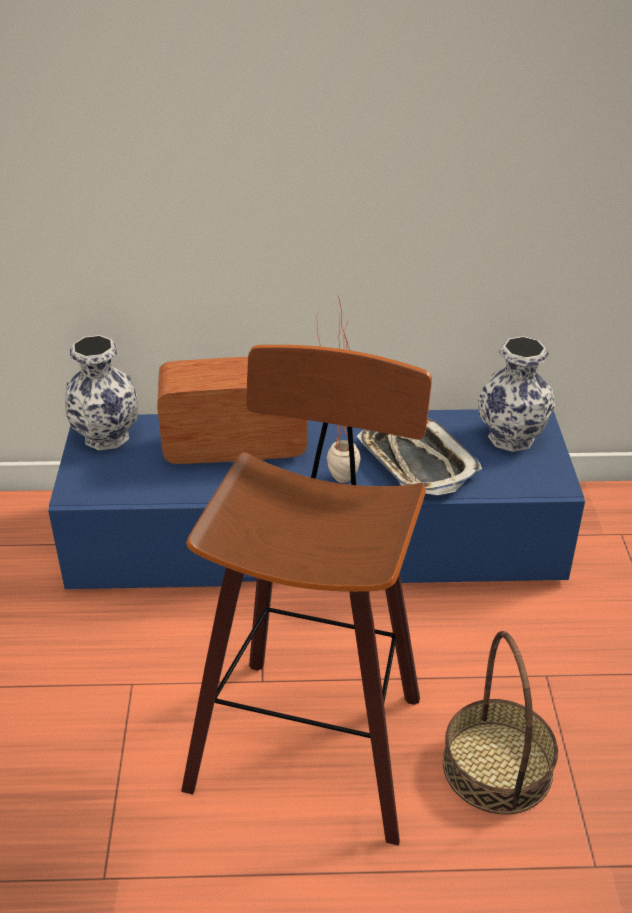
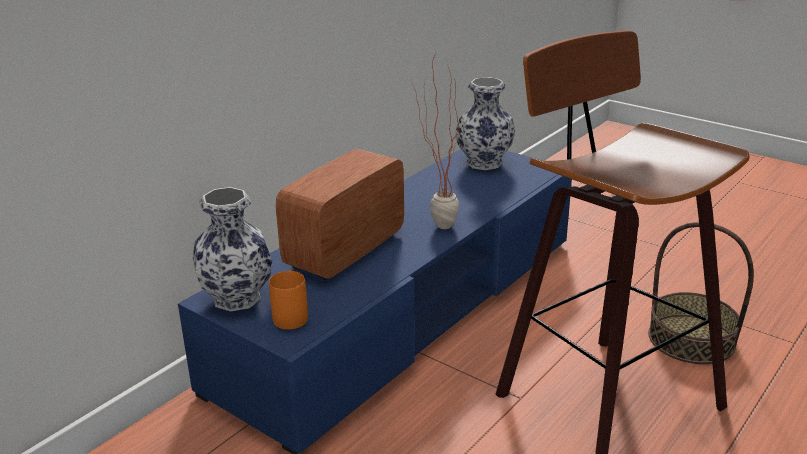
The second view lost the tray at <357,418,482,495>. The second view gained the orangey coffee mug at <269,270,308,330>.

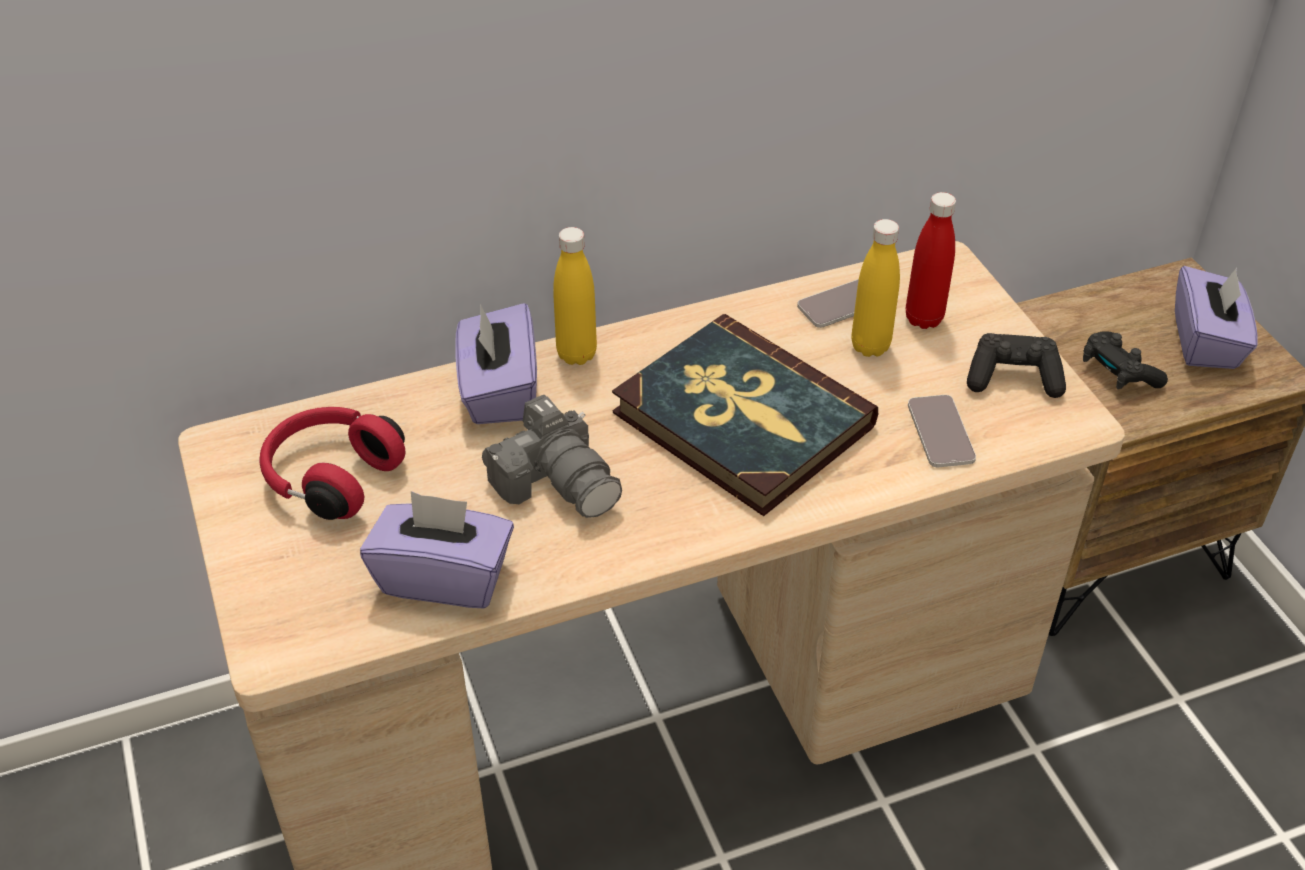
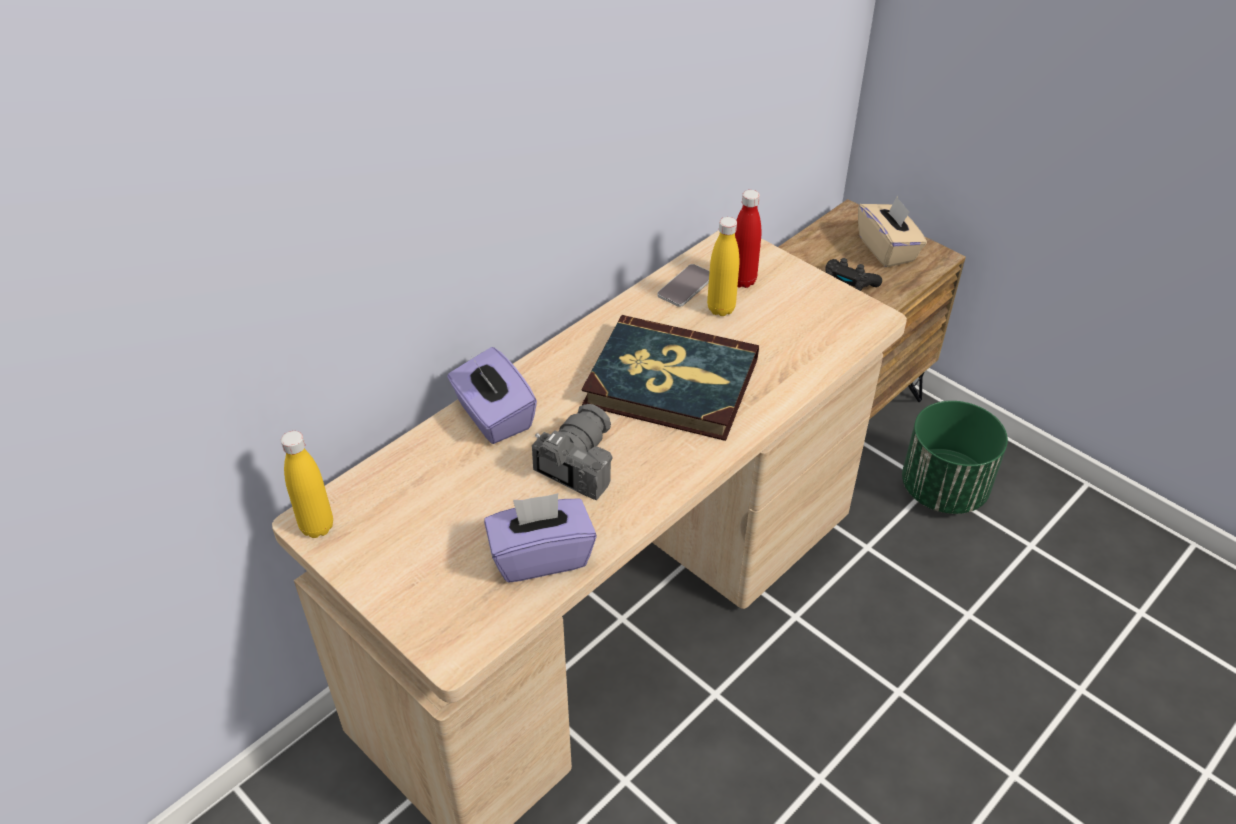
The second view lost the reddish pair of headphones at <259,407,405,520>. The second view lost the telephone at <908,395,976,467>. The second view lost the black joypad at <967,333,1066,398>. The second view gained the green-coloured planter at <902,401,1008,514>. The yellow drink bottle ended up elsewhere, having gone from <553,227,597,365> to <281,431,333,538>. What was the purple tissue box at <1175,266,1257,369> turned into the sand-coloured tissue box at <858,196,927,267>. The photo camera at <482,395,622,518> ended up facing another way, 90 degrees counterclockwise from before.

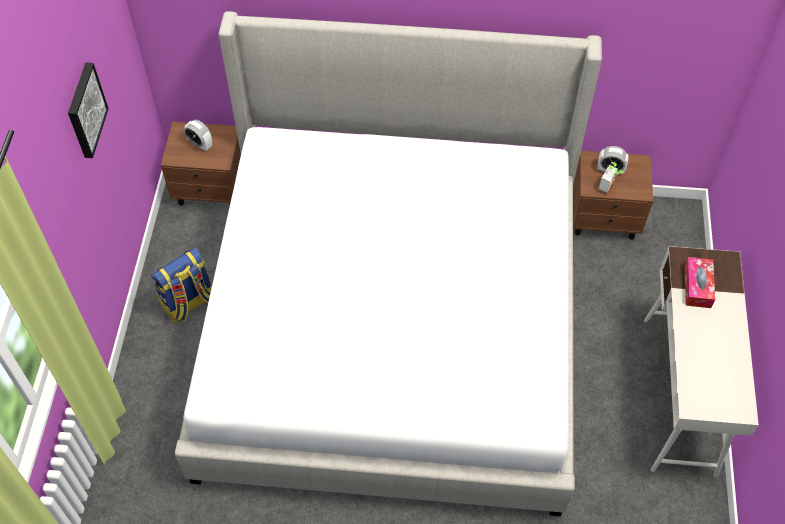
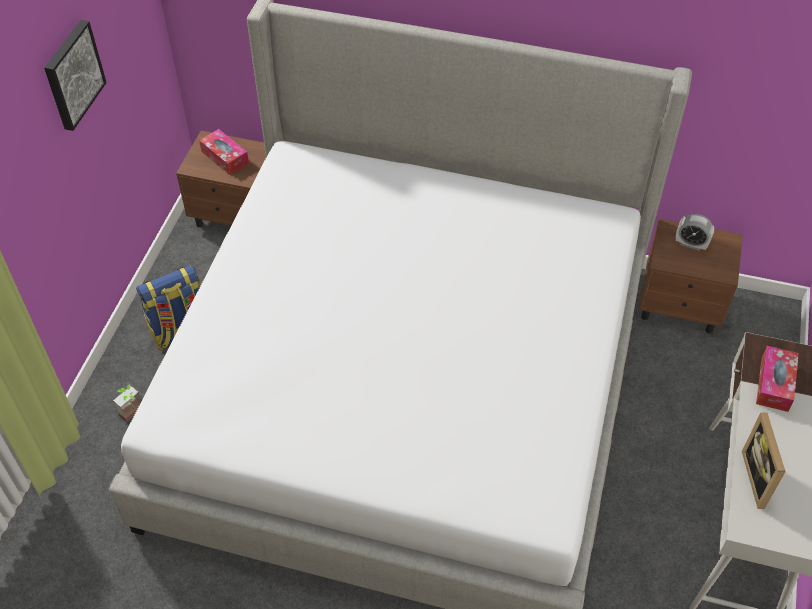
The second view gained the standing frame at <742,412,786,509>. The potted plant ended up elsewhere, having gone from <598,162,623,196> to <113,384,142,422>. Where the table clock stood at <184,120,212,151>, the tissue box came to stand at <199,129,249,175>.

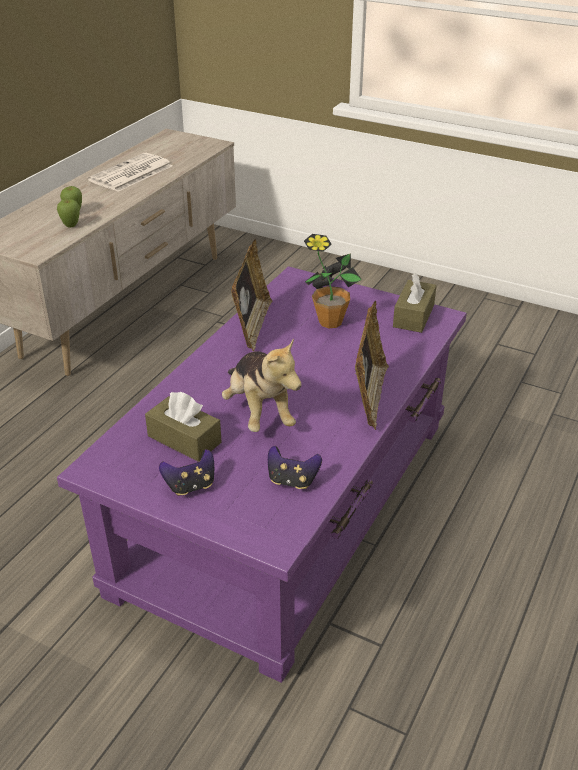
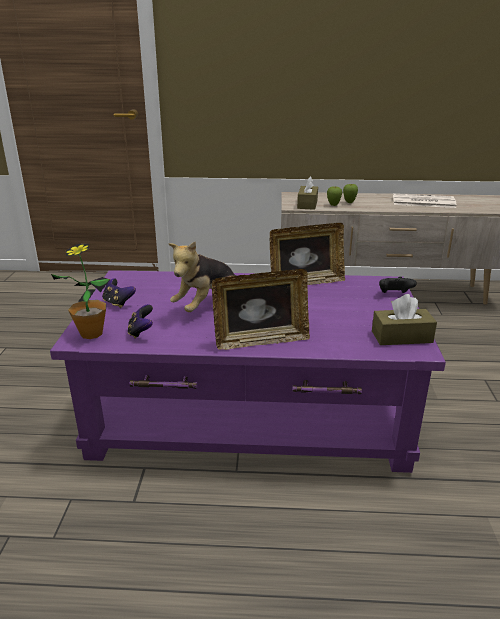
The brown tissue box ended up elsewhere, having gone from <145,392,222,462> to <297,176,318,210>. The potted plant ended up elsewhere, having gone from <304,234,362,328> to <51,243,110,339>.

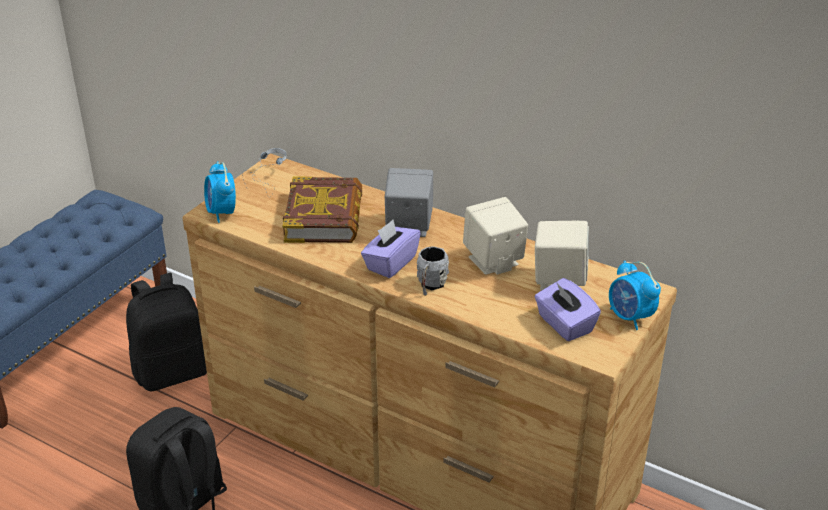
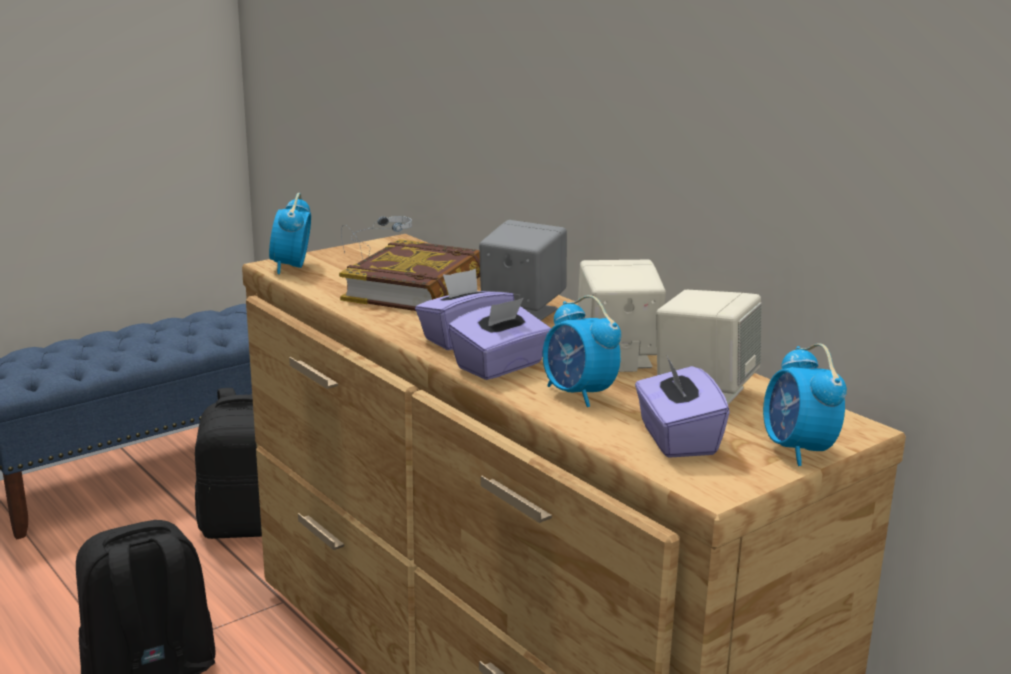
The second view gained the table clock at <543,295,621,407>. Where the grey coffee mug stood at <417,246,449,296>, the purple tissue box came to stand at <448,298,551,380>.

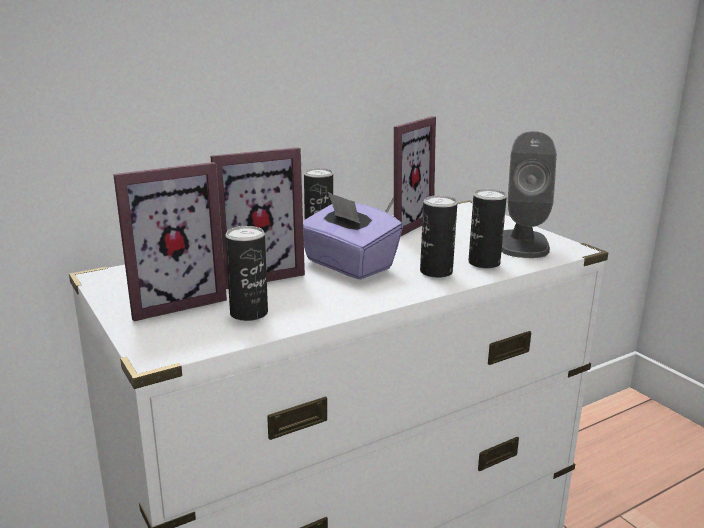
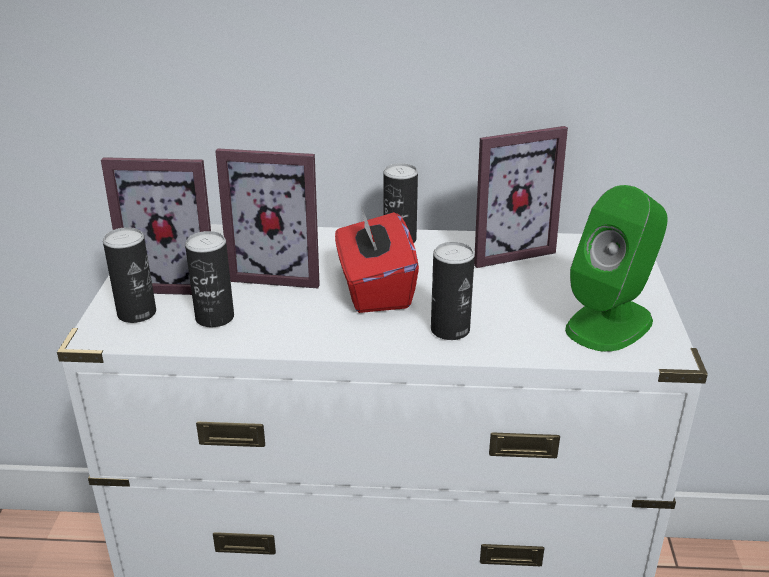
The metal can ended up elsewhere, having gone from <468,189,507,269> to <103,227,156,323>. What was the purple tissue box at <303,192,403,280> turned into the reddish tissue box at <335,205,419,313>. What was the grey speaker at <501,131,557,258> turned into the green-coloured speaker at <565,185,668,352>.

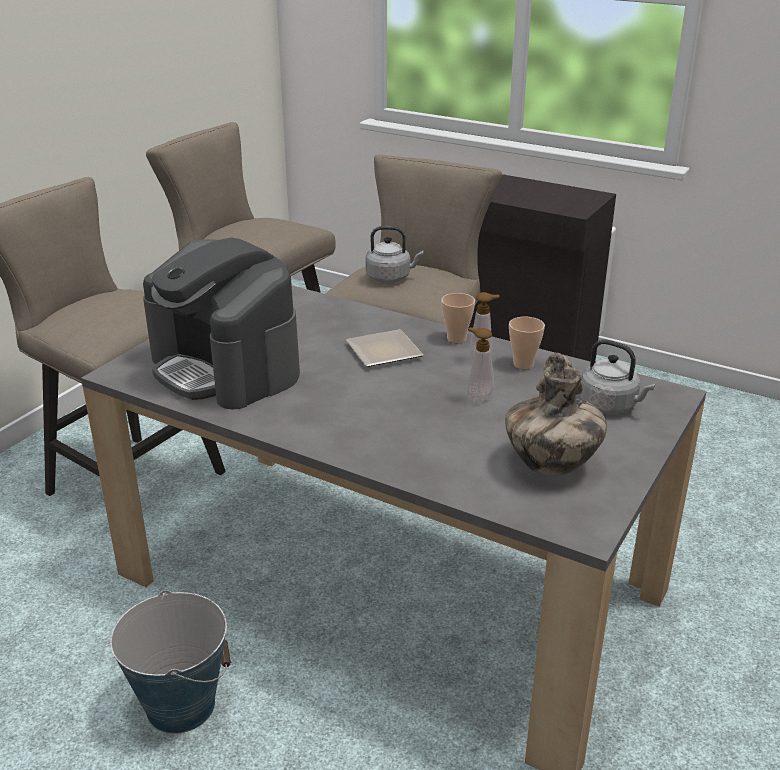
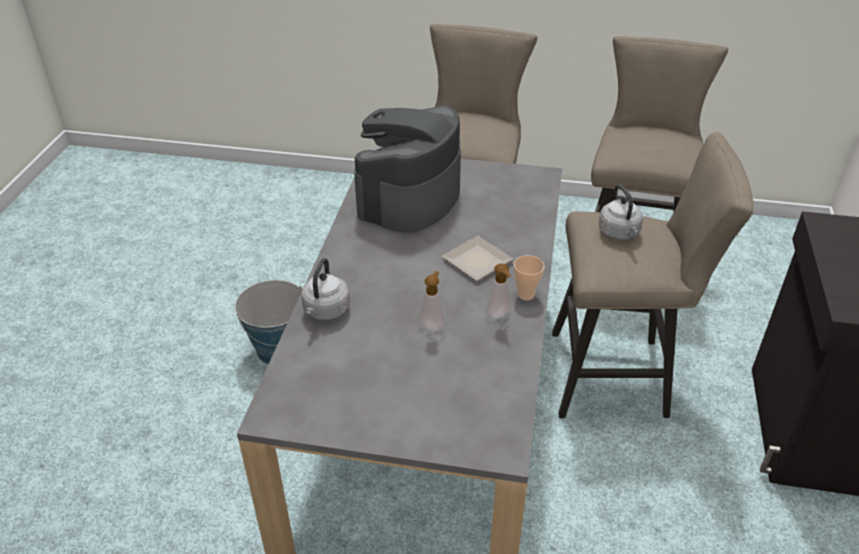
The second view lost the decorative vase at <505,353,607,475>. The second view lost the small cup at <509,317,545,369>. The grey water kettle ended up elsewhere, having gone from <580,339,655,414> to <301,258,350,321>.

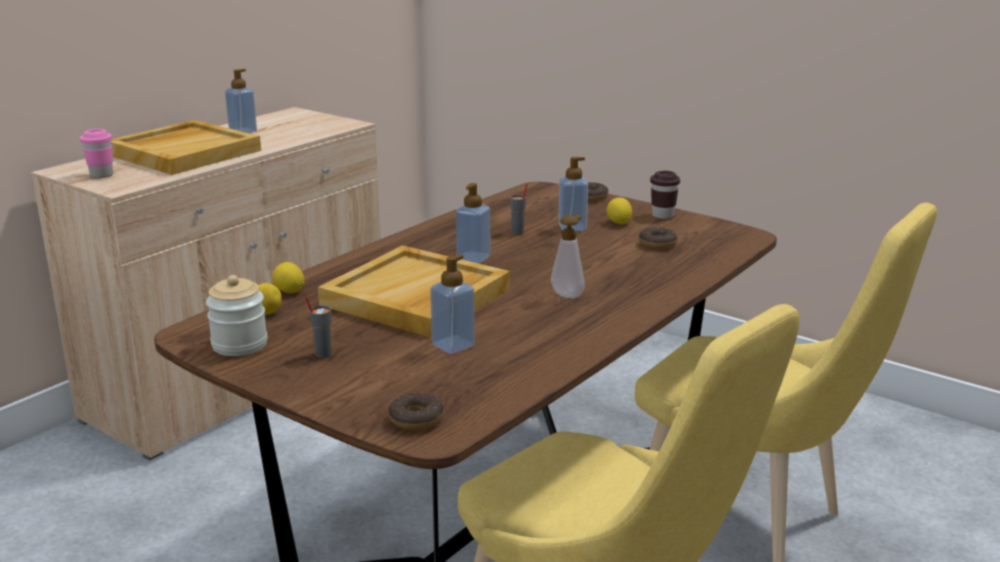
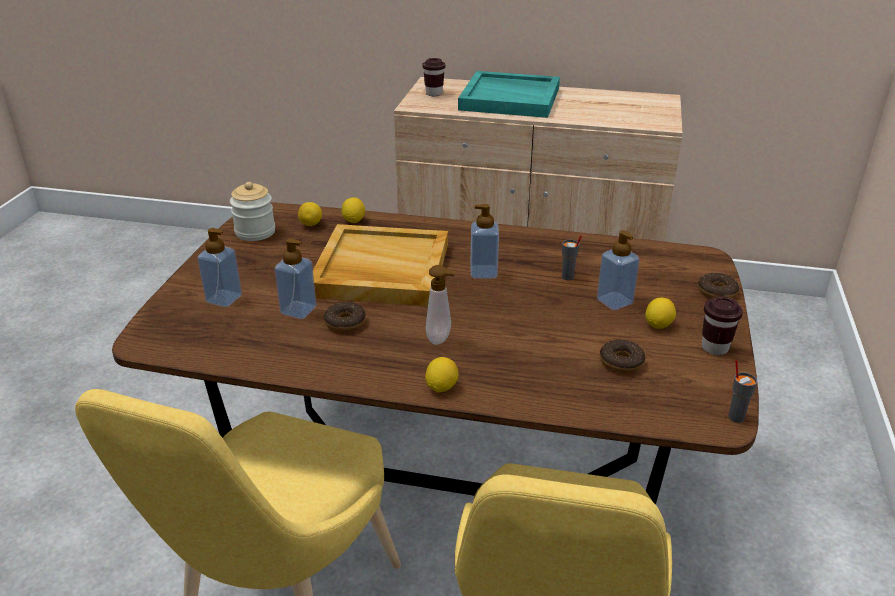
The second view gained the lemon at <425,357,458,393>. The soap dispenser ended up elsewhere, having gone from <225,69,257,133> to <197,228,242,307>. The grey small cup ended up elsewhere, having gone from <305,297,332,358> to <728,360,757,423>. The ring doughnut ended up elsewhere, having gone from <388,392,443,431> to <324,302,366,332>. What was the pinkish small cup at <80,129,113,178> turned into the brown small cup at <422,58,445,96>. What was the sand-coloured tray at <111,120,261,175> turned into the blue-green tray at <458,71,560,118>.

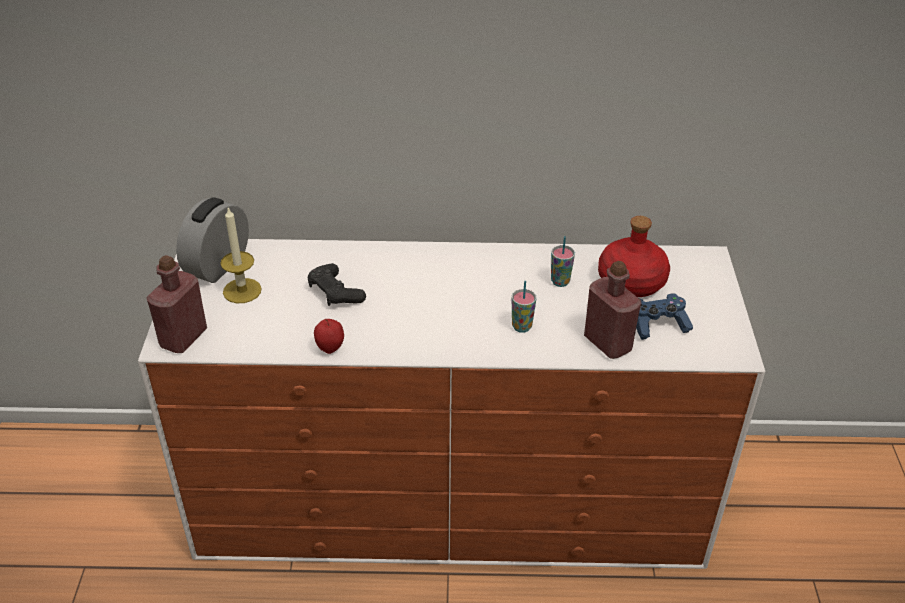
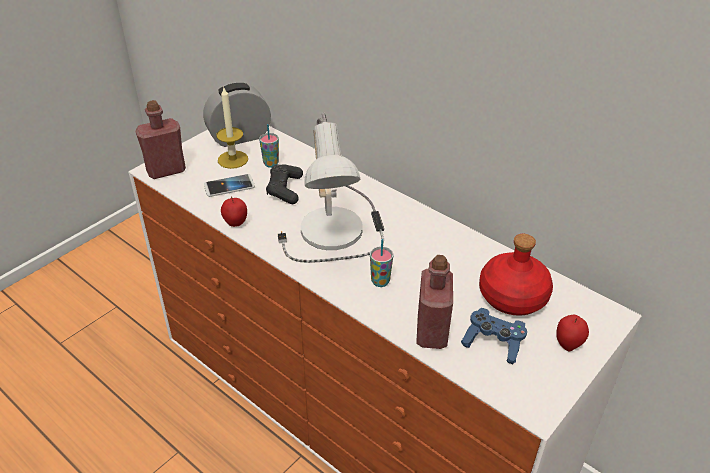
The second view gained the telephone at <204,174,255,197>. The second view gained the lamp for a table at <278,112,384,263>. The second view gained the whole apple at <556,315,589,351>. The small cup ended up elsewhere, having gone from <551,236,575,287> to <259,124,279,168>.

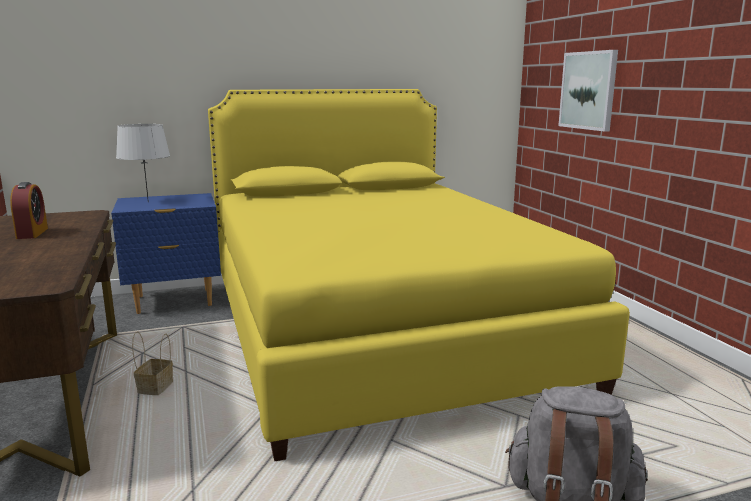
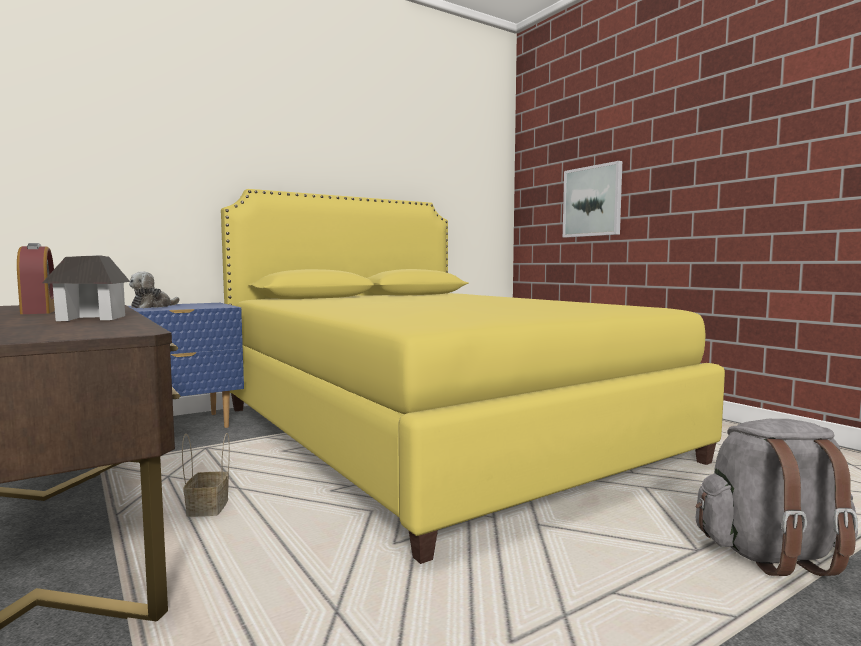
The second view gained the model house at <42,255,130,321>. Where the grey lamp for a table stood at <116,124,170,202>, the cuddly toy came to stand at <129,271,180,308>.

